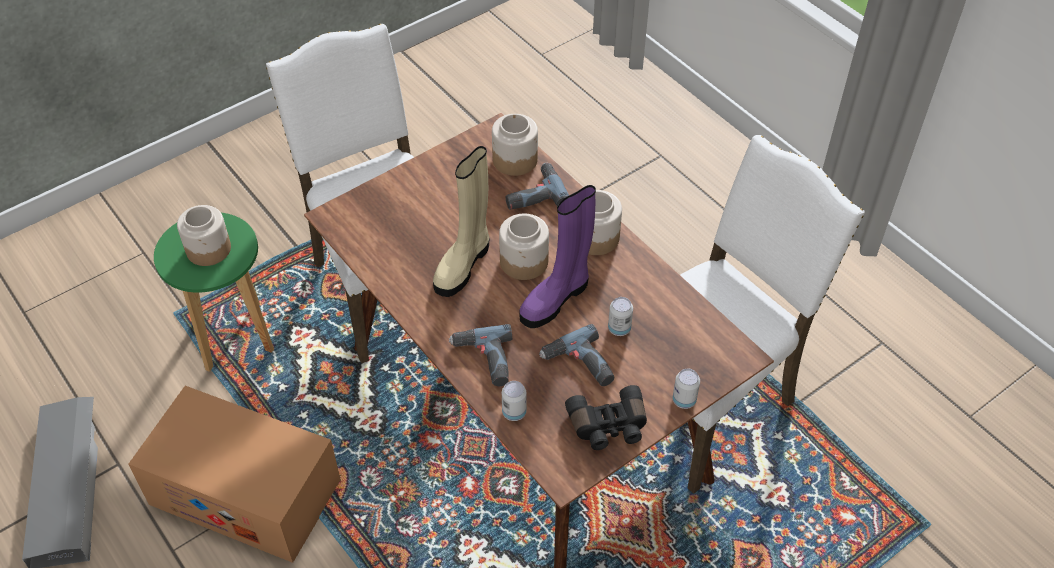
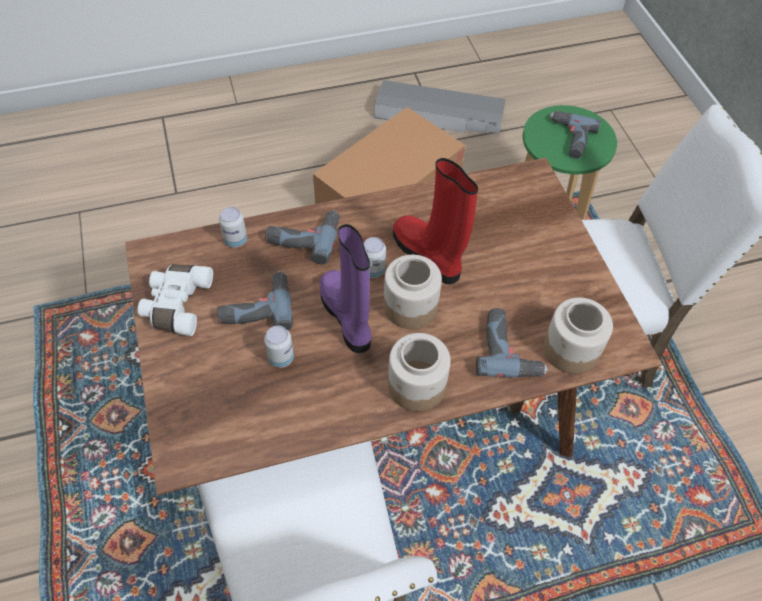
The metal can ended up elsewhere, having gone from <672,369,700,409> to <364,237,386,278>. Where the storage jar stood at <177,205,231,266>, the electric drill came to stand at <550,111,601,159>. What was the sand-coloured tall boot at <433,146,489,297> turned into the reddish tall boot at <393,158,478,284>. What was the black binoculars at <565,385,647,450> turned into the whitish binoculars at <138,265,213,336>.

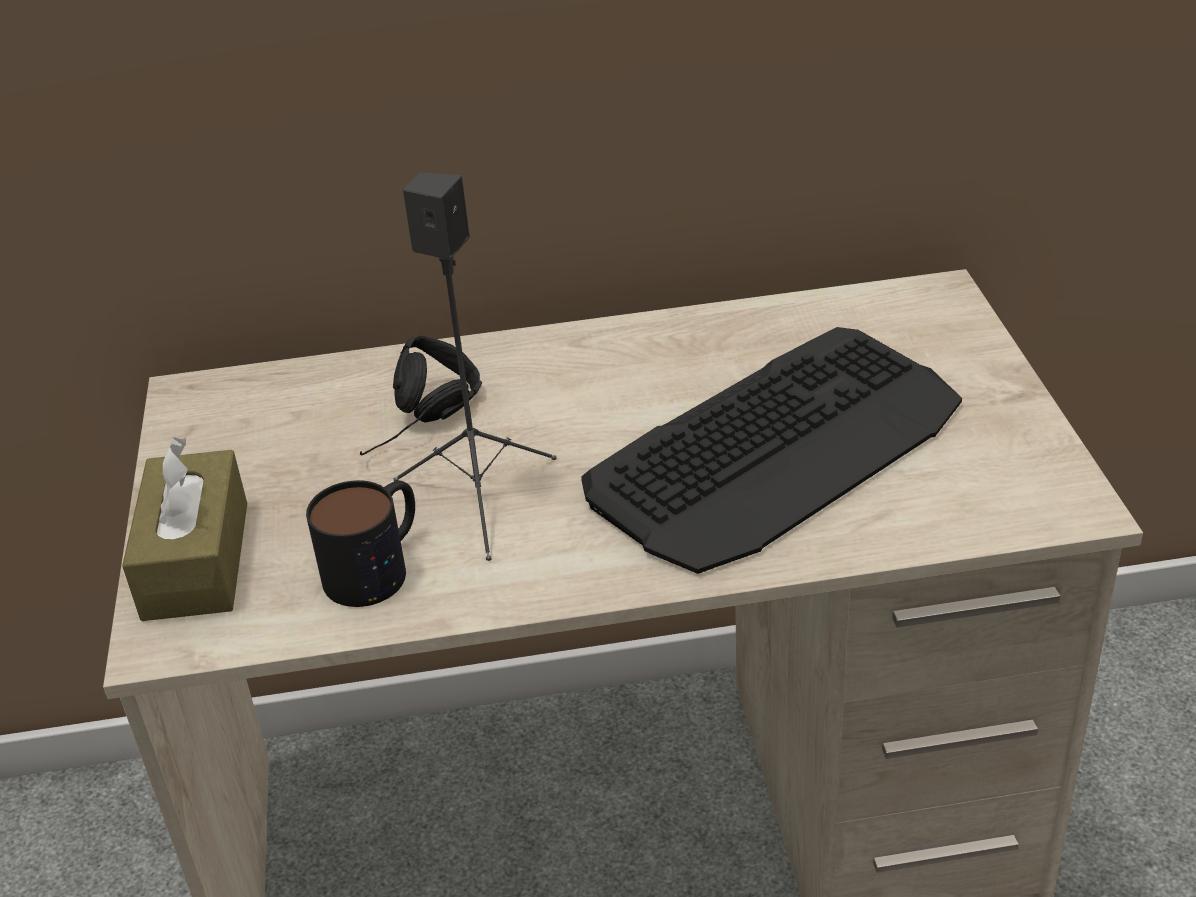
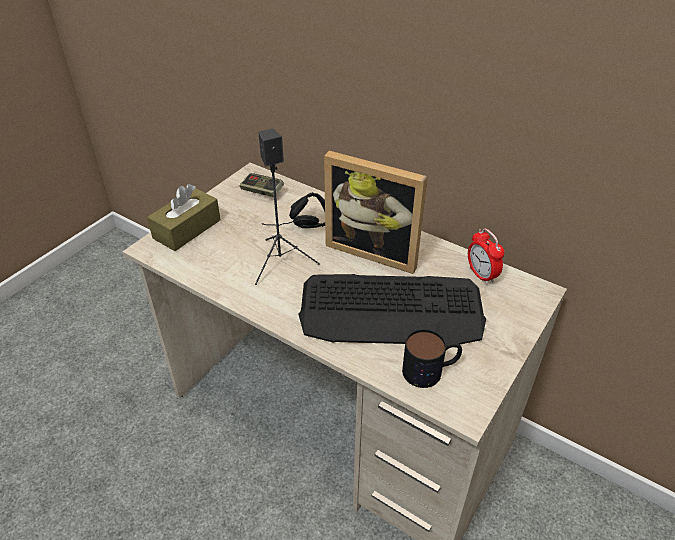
The second view gained the joypad at <240,173,284,197>. The second view gained the standing frame at <324,151,428,274>. The second view gained the table clock at <468,229,504,285>. The coffee mug ended up elsewhere, having gone from <306,480,415,607> to <402,329,462,388>.

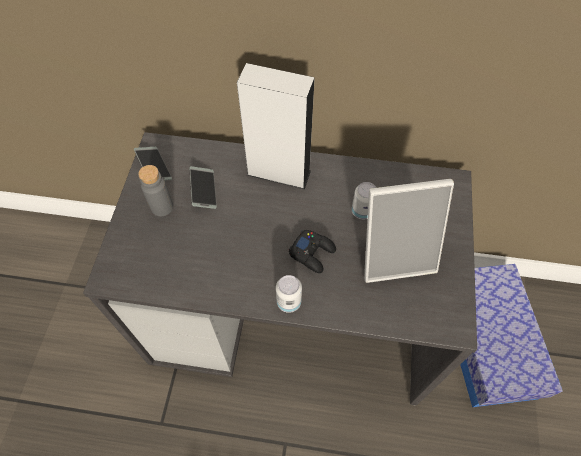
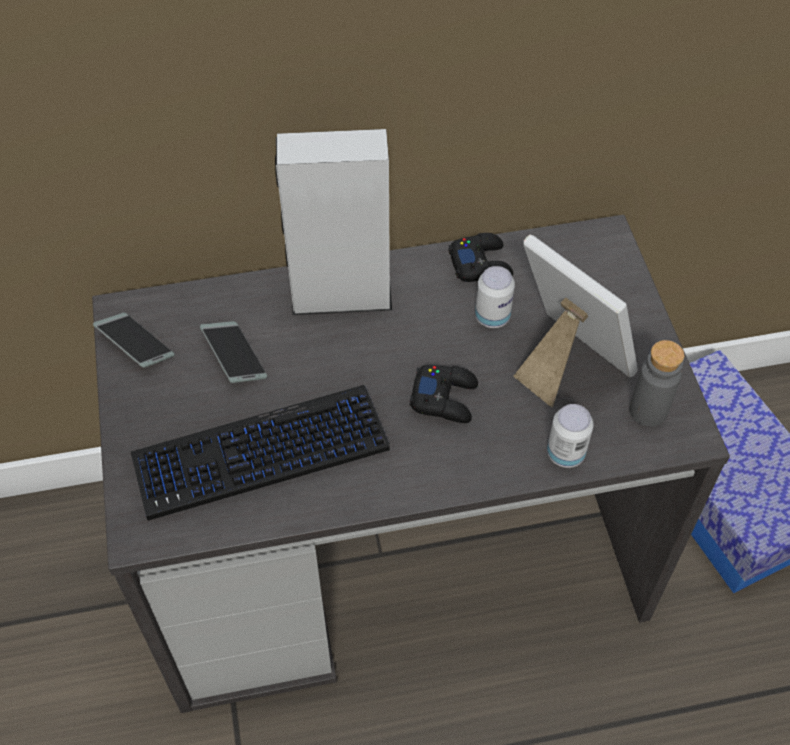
The second view gained the computer keyboard at <131,385,390,521>. The second view gained the black joypad at <448,233,513,282>. The grey drink bottle ended up elsewhere, having gone from <138,165,173,216> to <629,340,684,427>. The metal can ended up elsewhere, having gone from <276,275,302,313> to <547,404,593,468>. The standing frame at <364,179,454,283> ended up facing another way, 105 degrees counterclockwise from before.

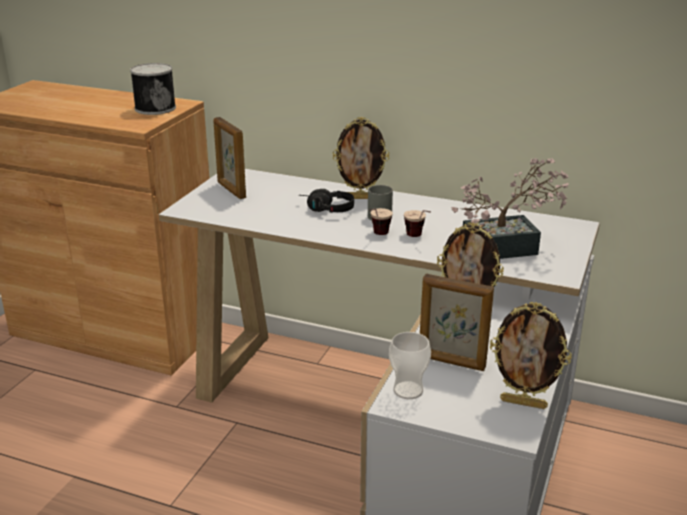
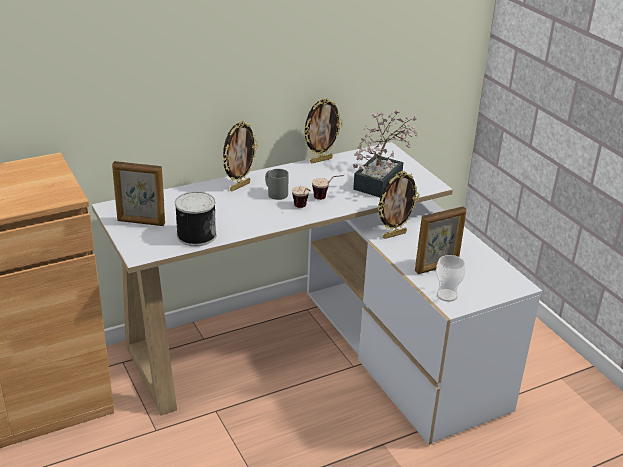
The second view lost the black pair of headphones at <299,189,354,213>. The metal can ended up elsewhere, having gone from <130,63,176,115> to <175,191,216,246>. The standing frame ended up elsewhere, having gone from <490,302,572,409> to <303,98,343,163>.

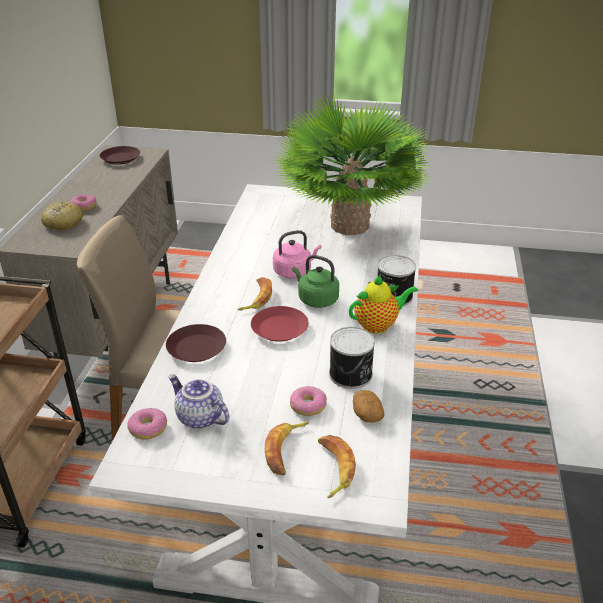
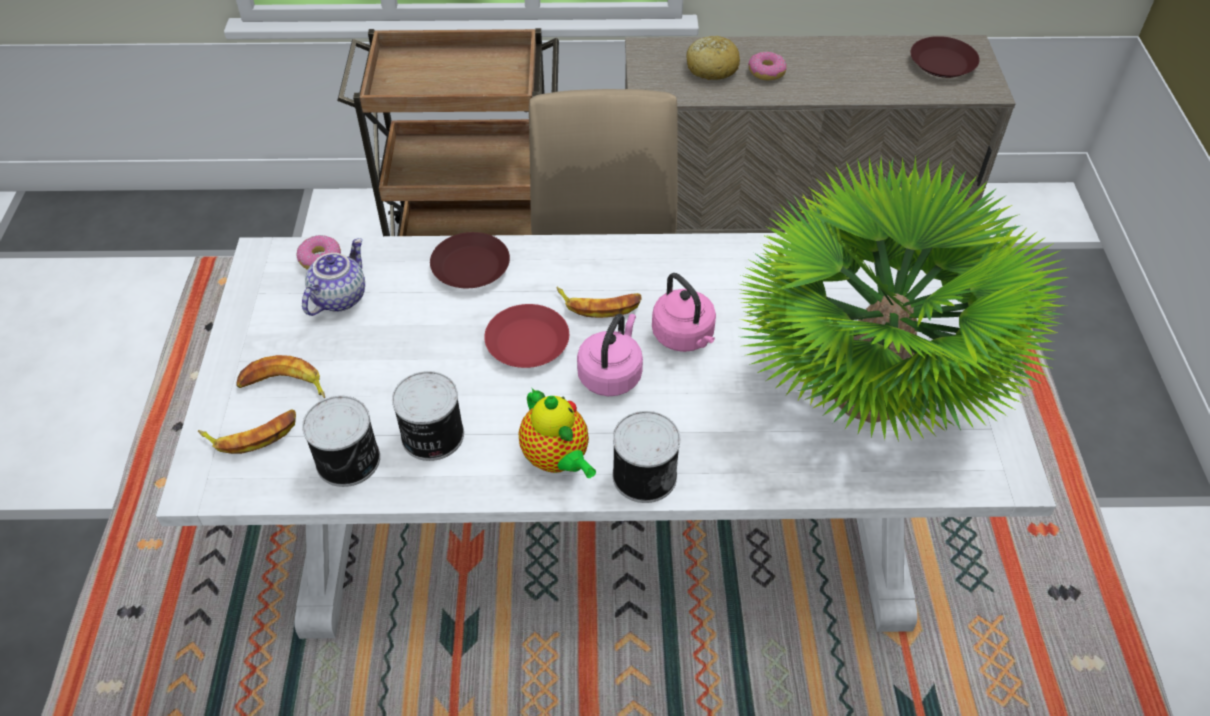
The second view lost the ring doughnut at <290,386,327,416>. Where the potato stood at <353,390,384,423>, the metal can came to stand at <302,396,380,487>. What was the green-coloured water kettle at <293,255,339,308> turned into the pinkish water kettle at <577,314,643,396>.

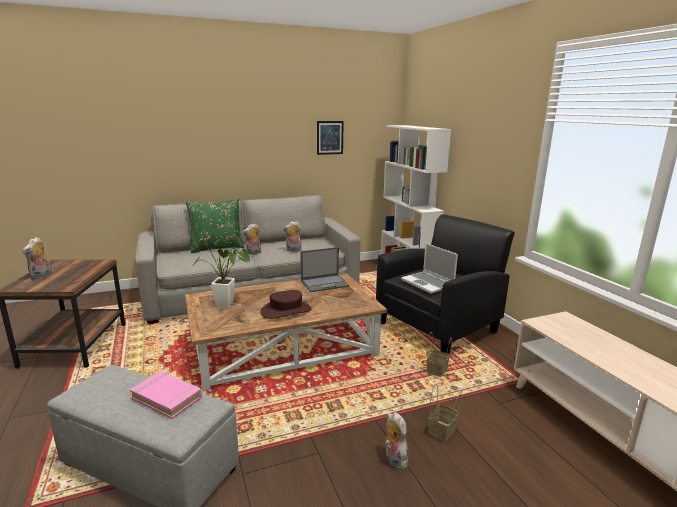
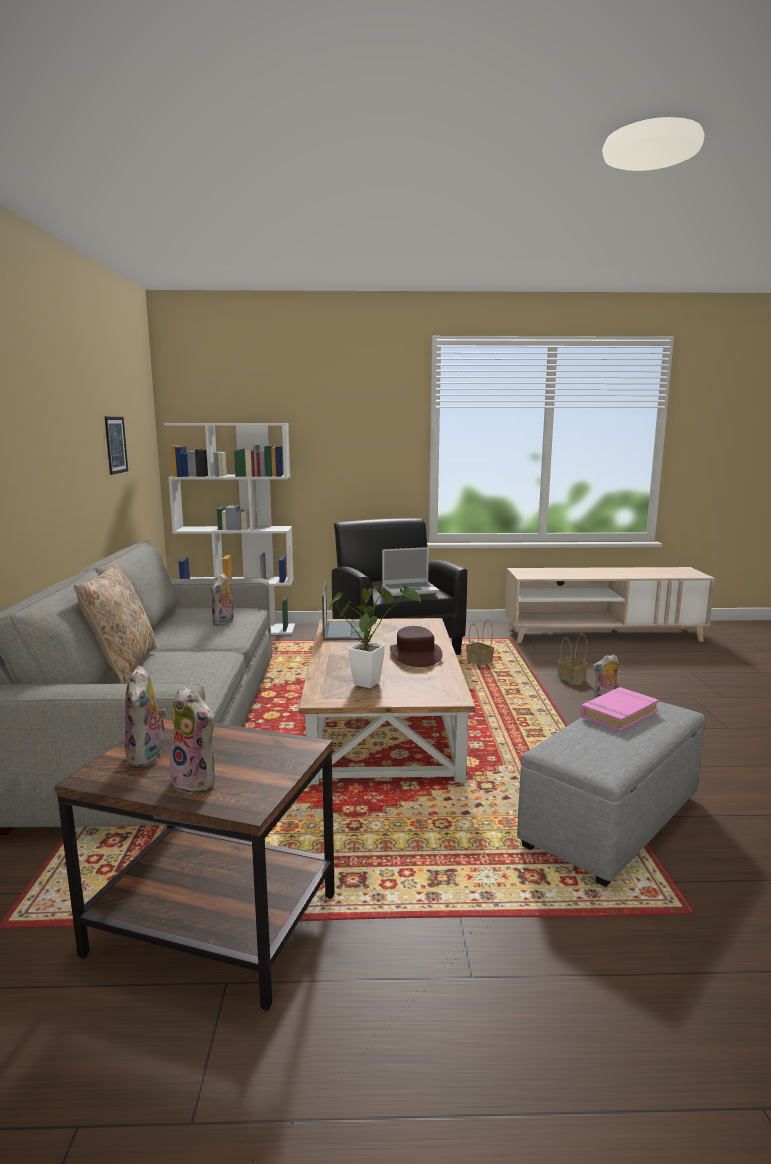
The cuddly toy ended up elsewhere, having gone from <242,224,261,255> to <124,666,167,767>. What was the green-coloured throw pillow at <185,198,245,253> turned into the sand-coloured throw pillow at <73,561,157,684>.

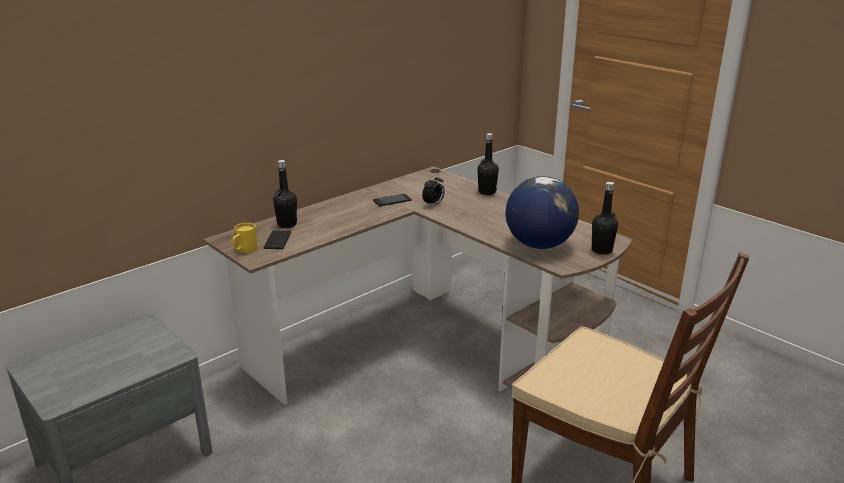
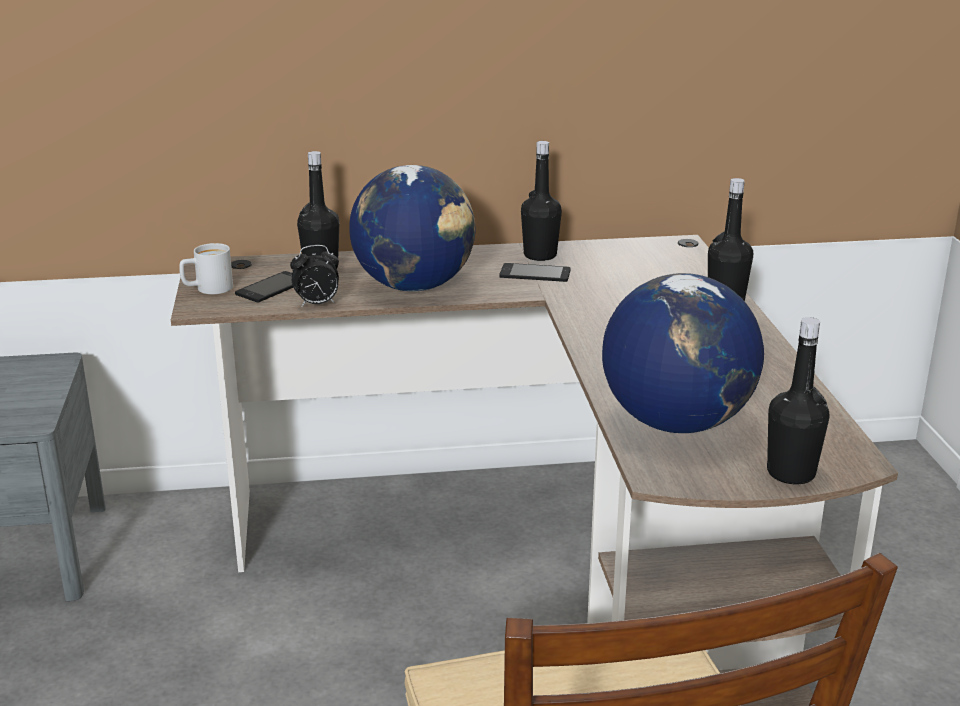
The second view gained the world globe at <350,165,476,292>. The second view gained the black drink bottle at <521,141,562,261>. The table clock ended up elsewhere, having gone from <422,174,445,206> to <290,245,339,307>. What was the yellow coffee mug at <233,223,258,253> turned into the whitish coffee mug at <179,243,233,294>.

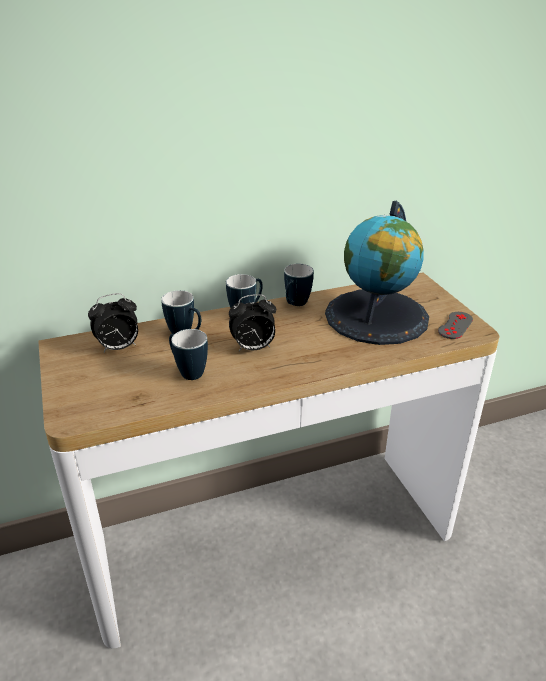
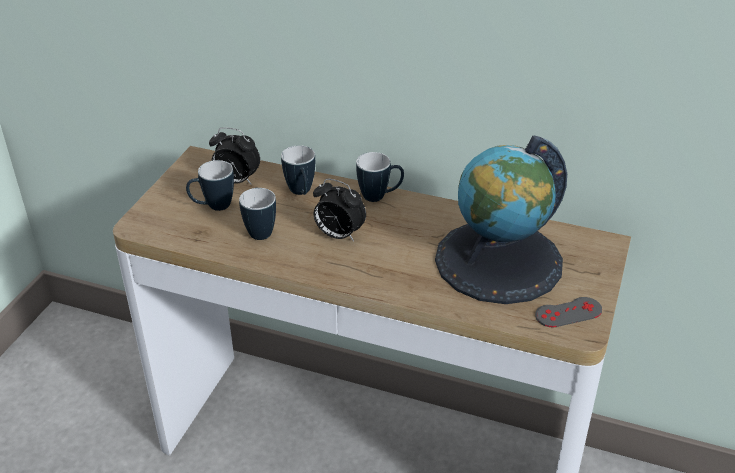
The coffee mug ended up elsewhere, having gone from <284,264,314,306> to <186,160,234,211>.

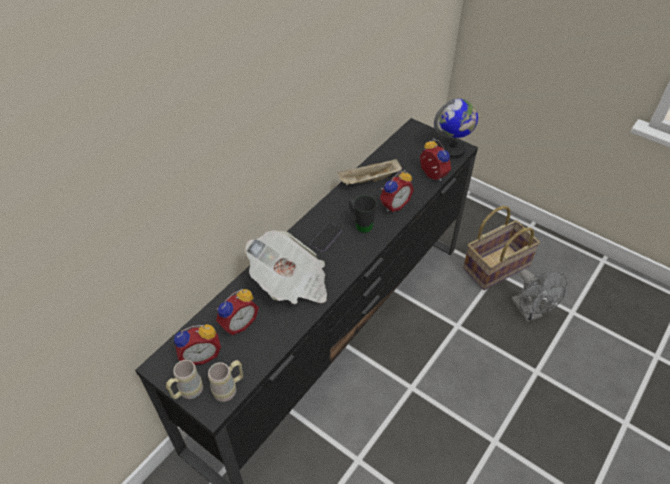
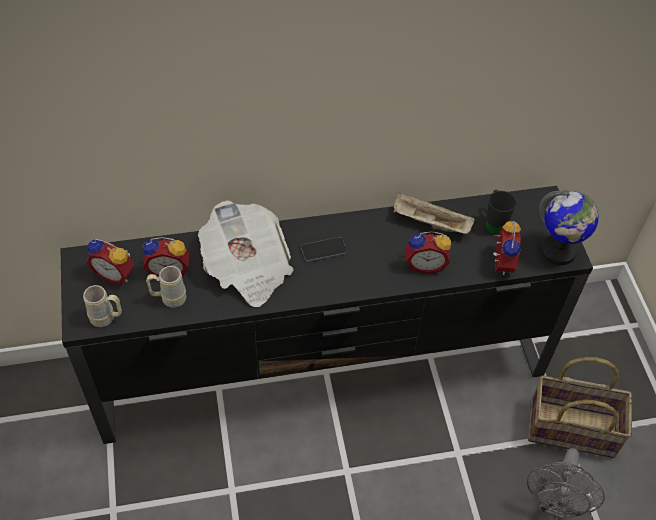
The sand-coloured coffee mug ended up elsewhere, having gone from <166,360,203,399> to <146,266,186,307>. The black coffee mug ended up elsewhere, having gone from <349,195,377,233> to <486,190,517,234>.

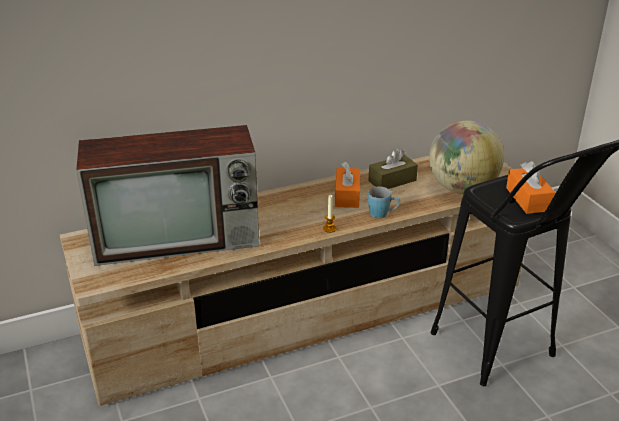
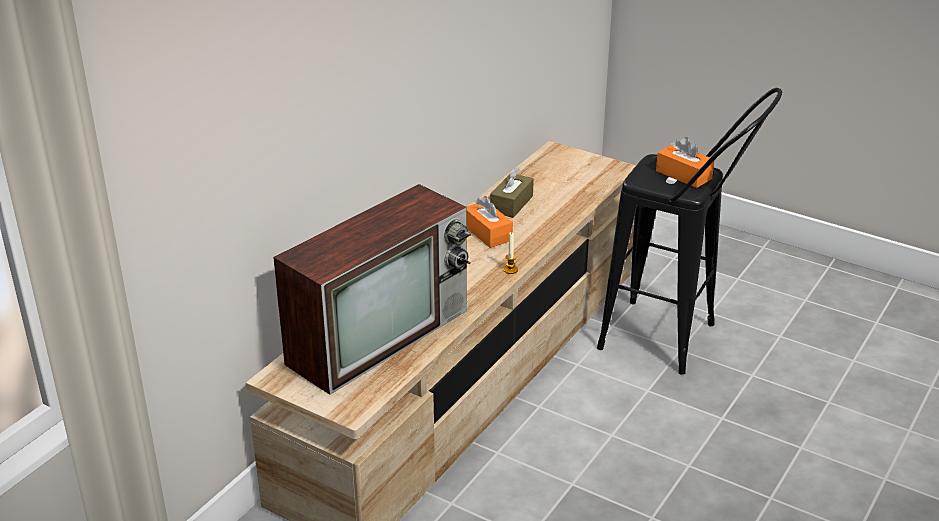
The second view lost the blue-coloured coffee mug at <368,186,400,218>. The second view lost the world globe at <429,121,504,194>.

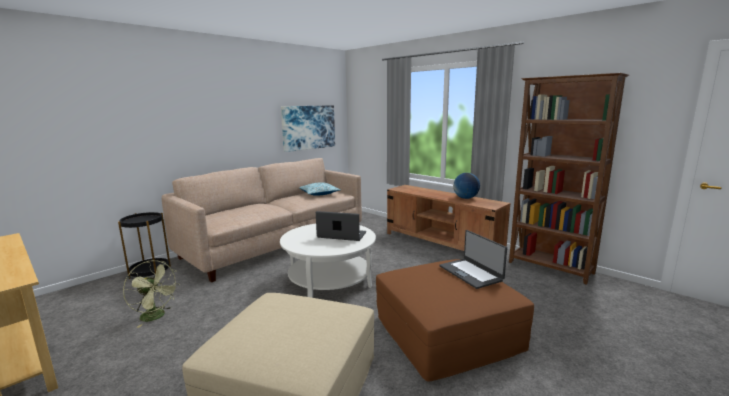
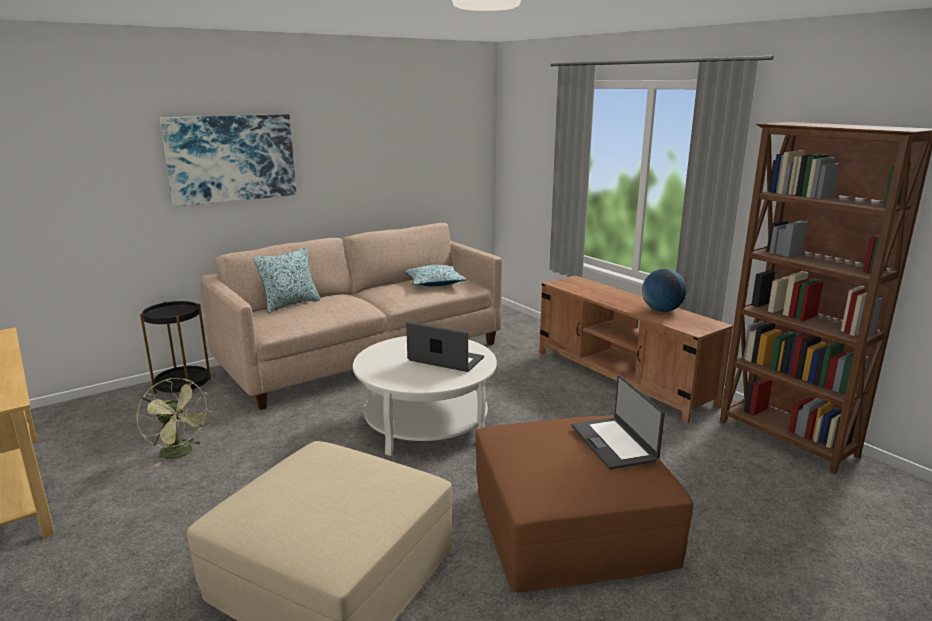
The second view gained the throw pillow at <254,247,321,313>. The wall art ended up elsewhere, having gone from <281,105,335,152> to <160,114,296,207>.

